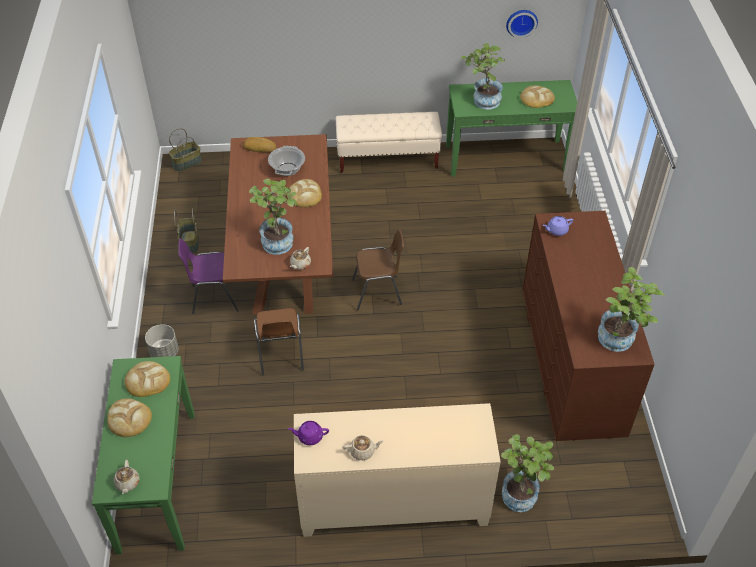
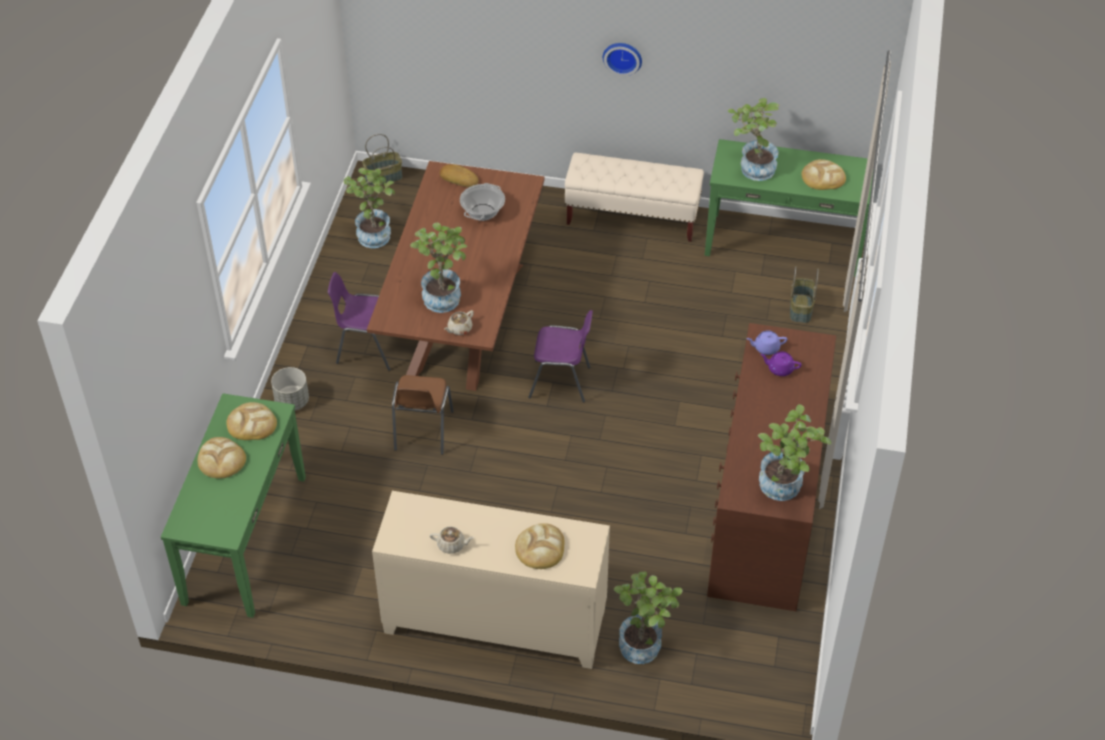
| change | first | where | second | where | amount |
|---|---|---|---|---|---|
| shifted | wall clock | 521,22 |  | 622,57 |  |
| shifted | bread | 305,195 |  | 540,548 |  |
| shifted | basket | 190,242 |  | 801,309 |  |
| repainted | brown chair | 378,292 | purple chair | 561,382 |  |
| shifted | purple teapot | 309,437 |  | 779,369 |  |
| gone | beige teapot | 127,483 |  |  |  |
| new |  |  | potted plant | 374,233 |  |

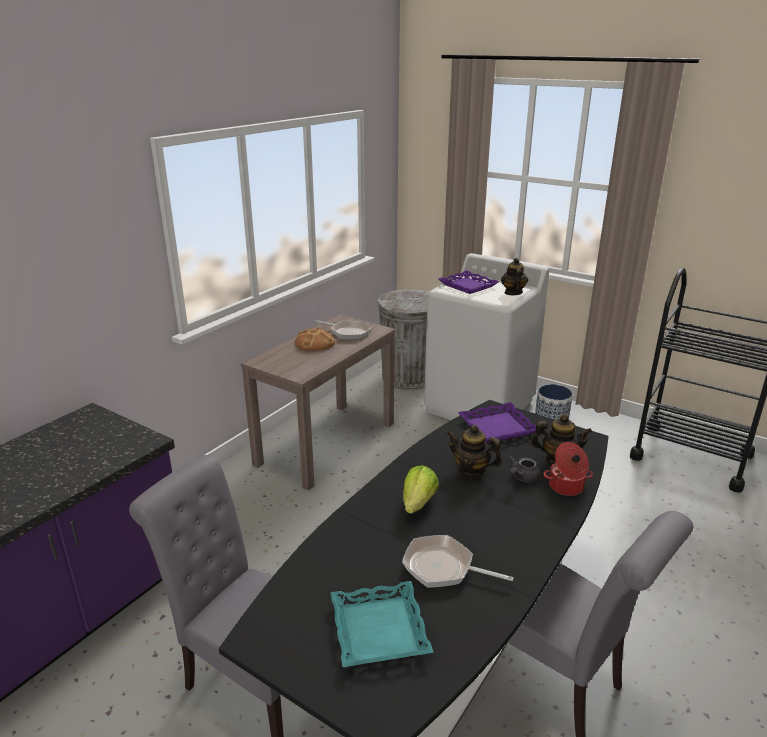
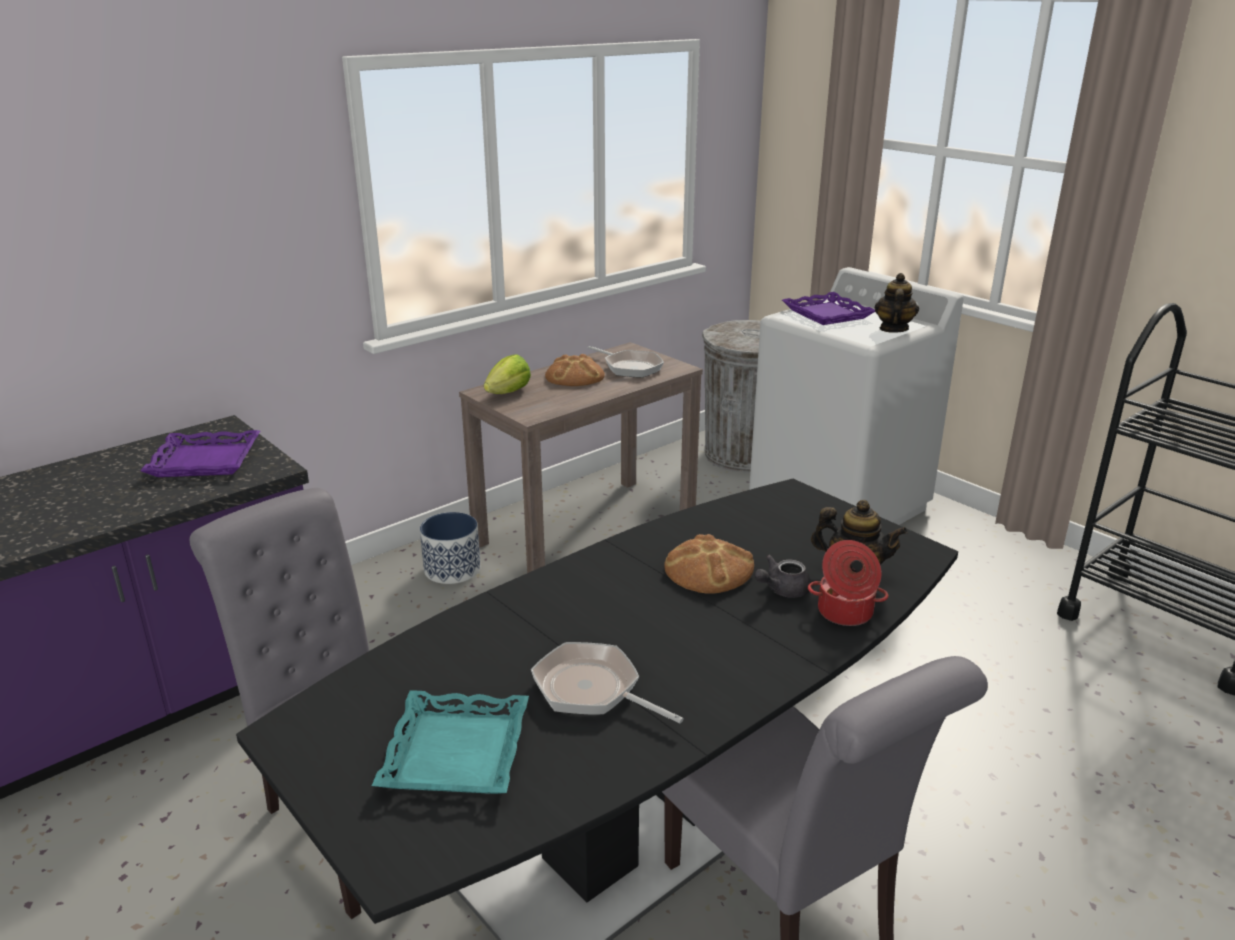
| change | first | where | second | where | amount |
|---|---|---|---|---|---|
| shifted | planter | 551,418 |  | 453,570 |  |
| shifted | purple tray | 497,427 |  | 205,460 |  |
| swapped | teapot | 471,471 | bread | 708,570 |  |
| shifted | lettuce | 418,503 |  | 508,392 |  |

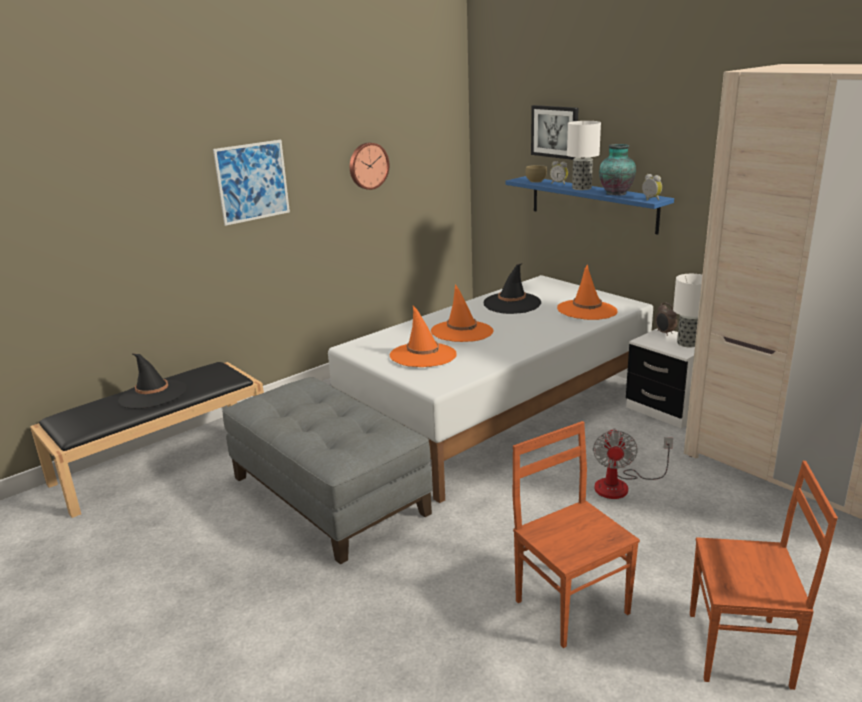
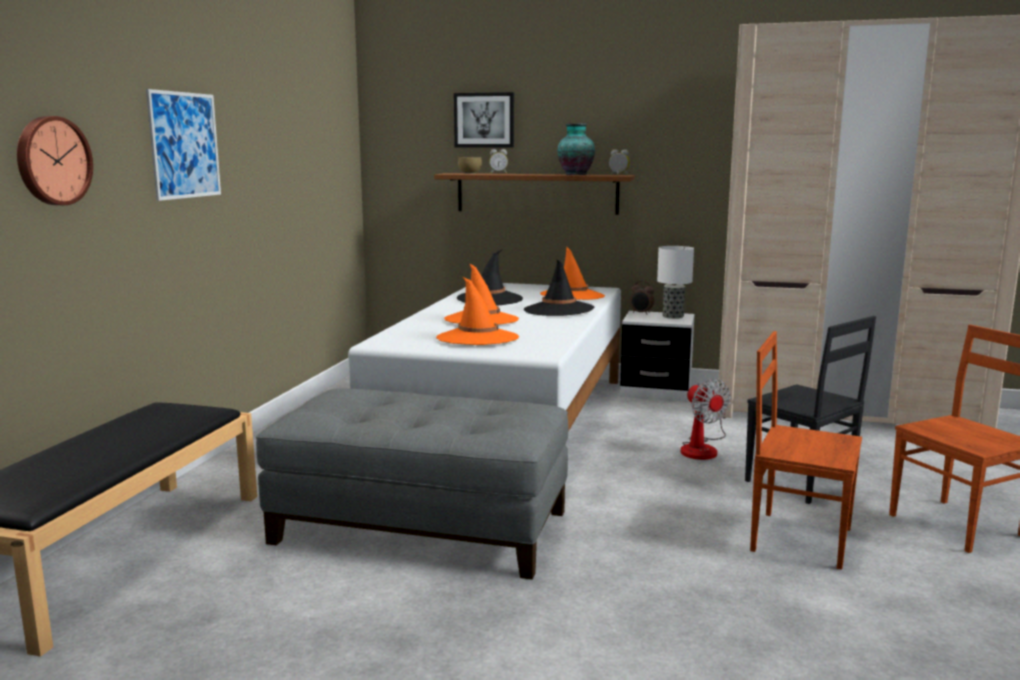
| change | first | where | second | where | amount |
|---|---|---|---|---|---|
| gone | table lamp | 581,188 |  |  |  |
| shifted | wall clock | 368,166 |  | 52,161 |  |
| repainted | blue shelf | 592,204 | brown shelf | 537,193 |  |
| shifted | black hat | 153,395 |  | 558,310 |  |
| new |  |  | black chair | 800,483 |  |

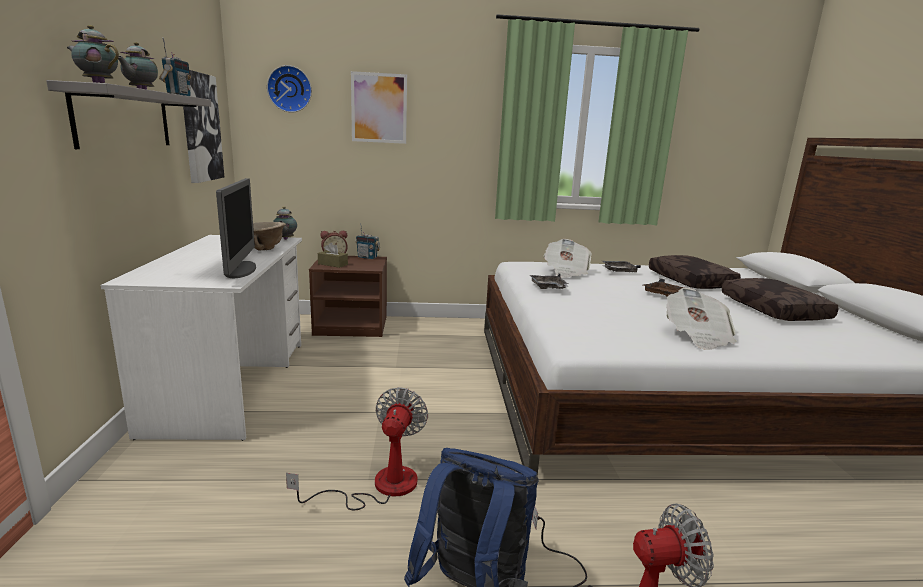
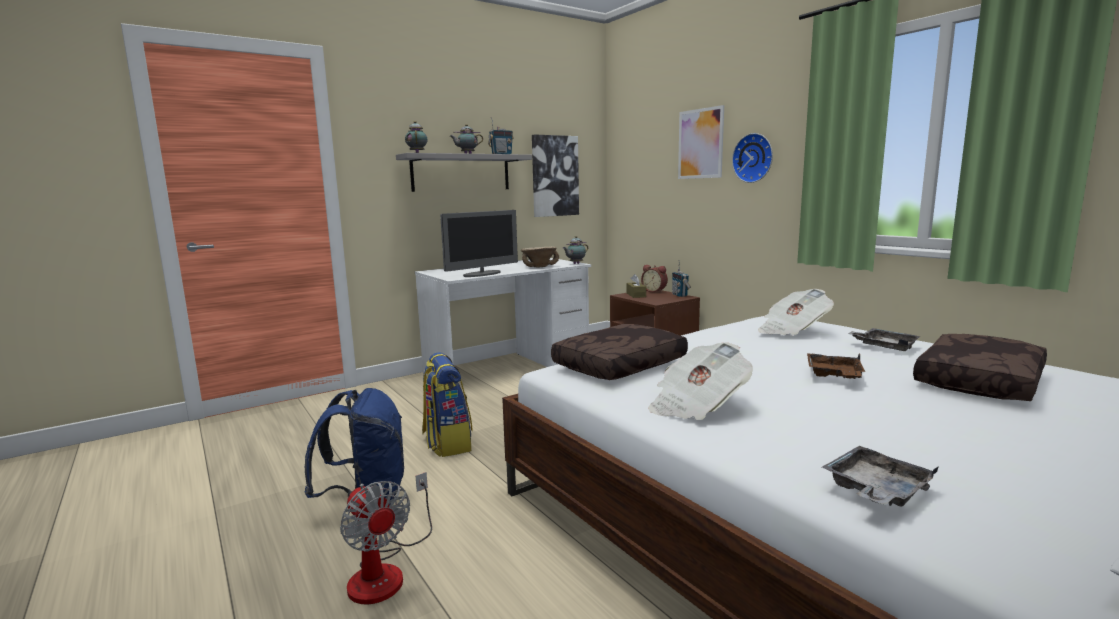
| change | first | where | second | where | amount |
|---|---|---|---|---|---|
| shifted | wall clock | 290,89 |  | 754,158 |  |
| shifted | grey tray | 548,288 |  | 876,490 |  |
| shifted | brown pillow | 775,310 |  | 620,366 |  |
| swapped | fan | 379,486 | backpack | 447,443 |  |

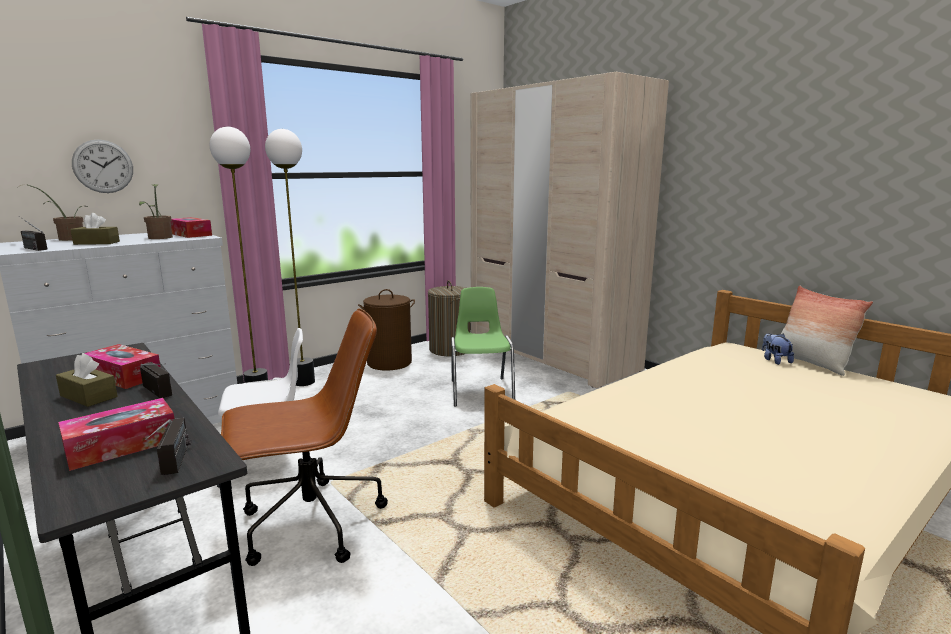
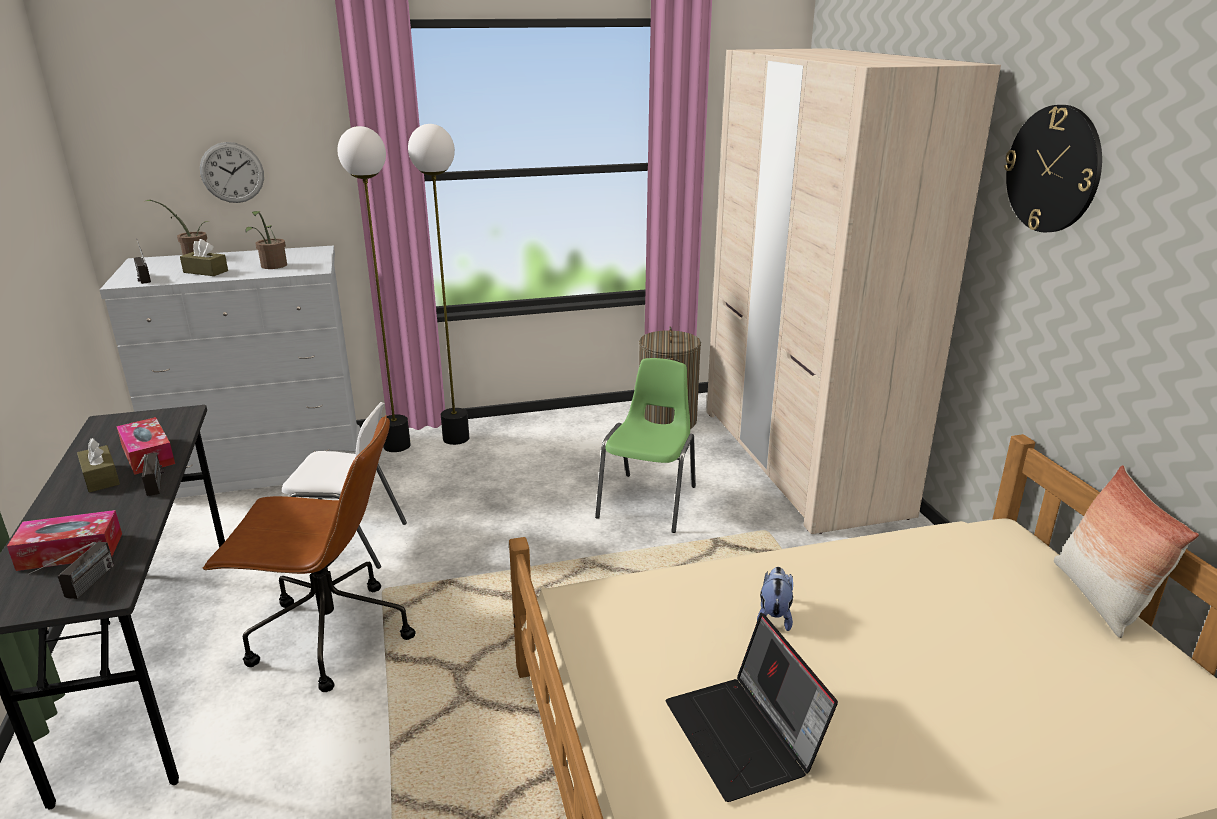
| change | first | where | second | where | amount |
|---|---|---|---|---|---|
| gone | tissue box | 190,234 |  |  |  |
| gone | brown laundry basket | 389,362 |  |  |  |
| shifted | plush toy | 775,360 |  | 774,616 |  |
| new |  |  | wall clock | 1053,169 |  |
| new |  |  | laptop | 745,737 |  |

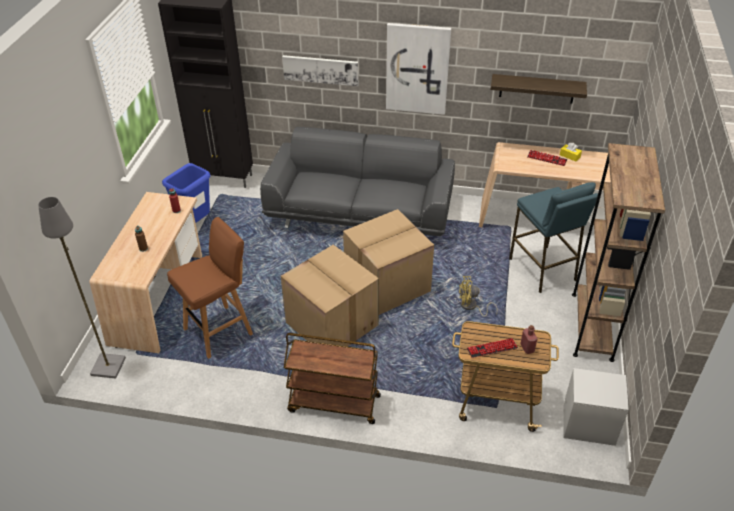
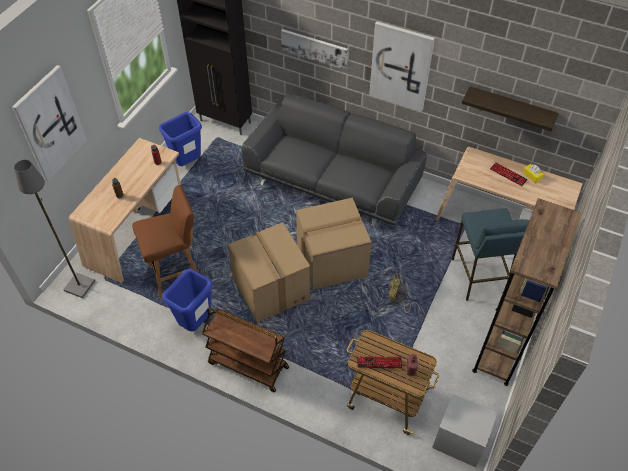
| change | first | where | second | where | amount |
|---|---|---|---|---|---|
| new |  |  | picture | 50,123 |  |
| new |  |  | blue trash can | 195,323 |  |

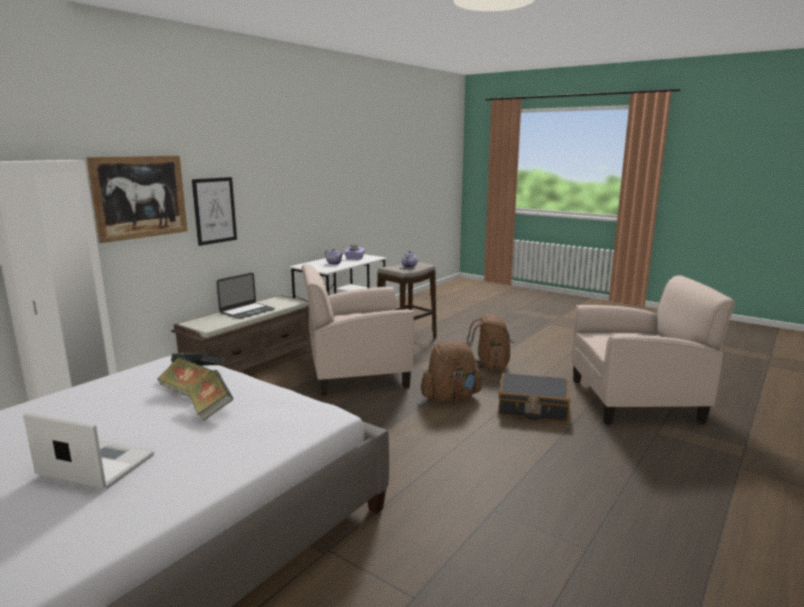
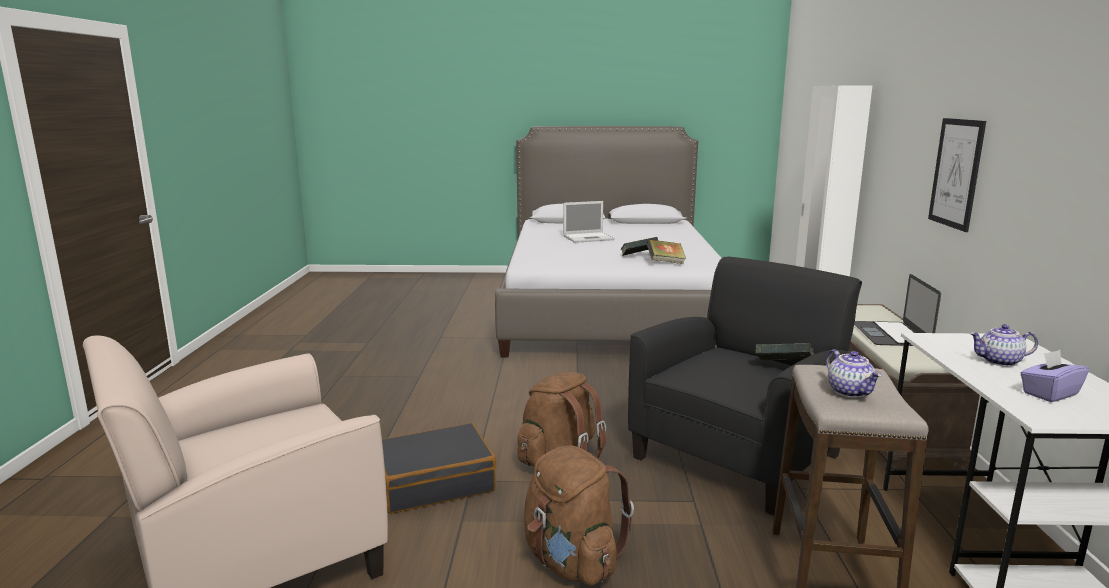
| change | first | where | second | where | amount |
|---|---|---|---|---|---|
| gone | picture | 140,197 |  |  |  |
| repainted | beige armchair | 357,373 | black armchair | 738,455 |  |
| shifted | book | 210,409 |  | 783,367 |  |

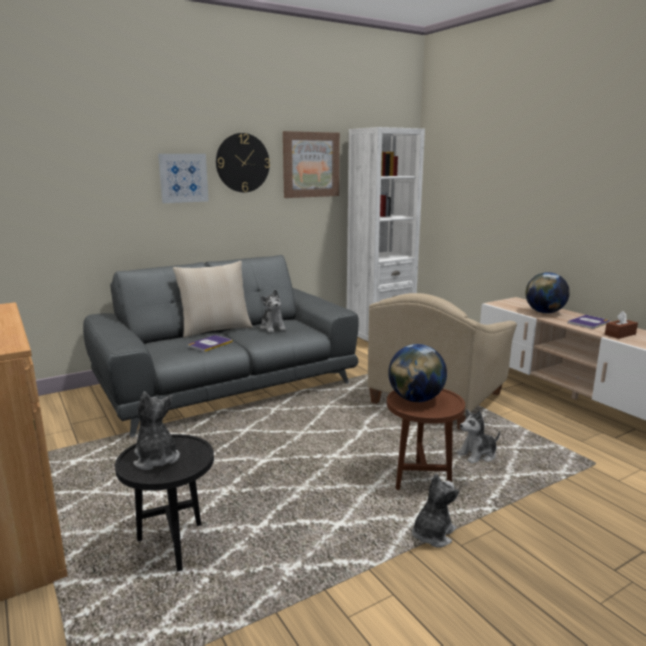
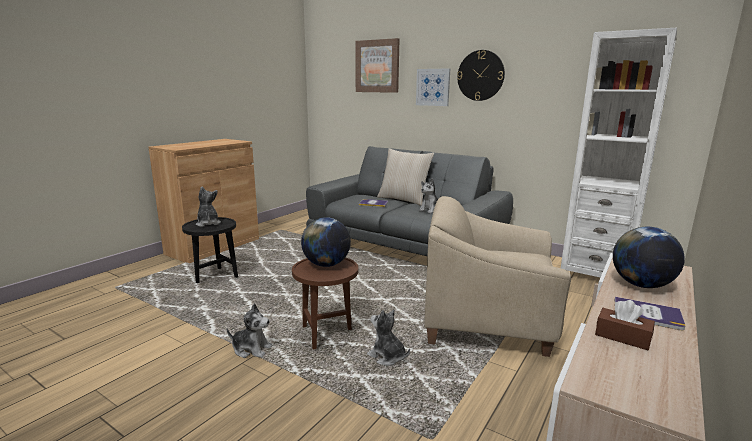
| change | first | where | second | where | amount |
|---|---|---|---|---|---|
| shifted | picture | 310,164 |  | 377,66 |  |
| rotated | plush toy | 156,459 |  | 208,223 | 60 degrees counterclockwise |

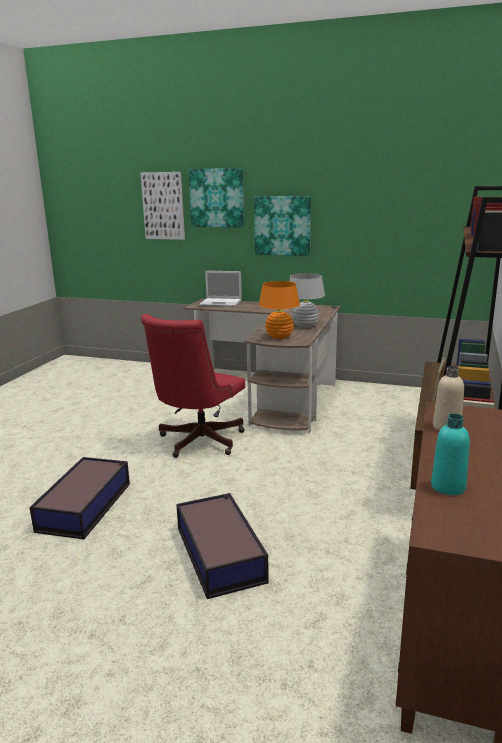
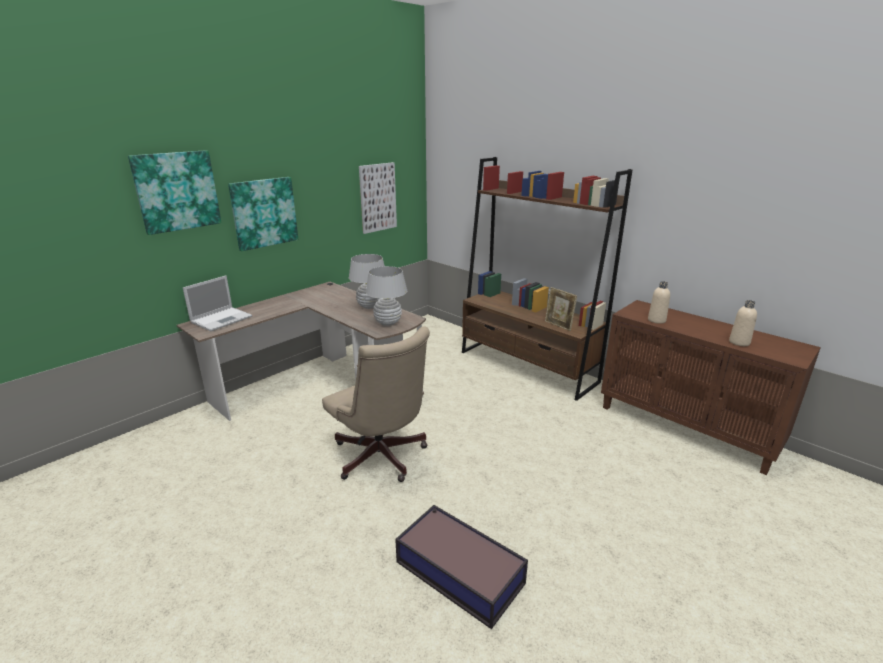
| change | first | where | second | where | amount |
|---|---|---|---|---|---|
| shifted | picture | 163,206 |  | 377,197 |  |
| repainted | orange table lamp | 279,337 | white table lamp | 388,322 |  |
| repainted | red office chair | 197,442 | beige office chair | 382,459 |  |
| repainted | turquoise bottle | 448,487 | beige bottle | 739,342 |  |
| gone | storage box | 220,553 |  |  |  |

